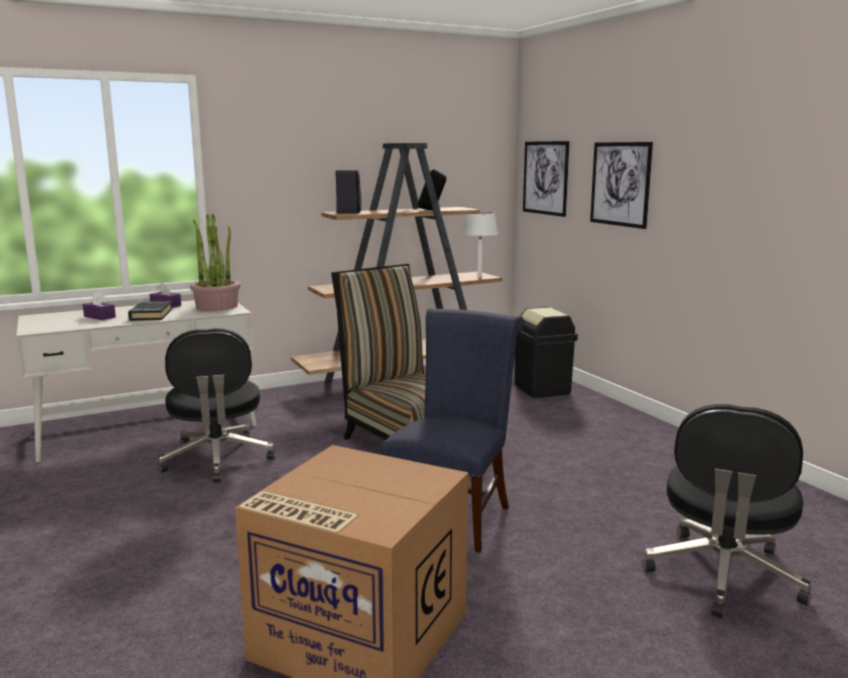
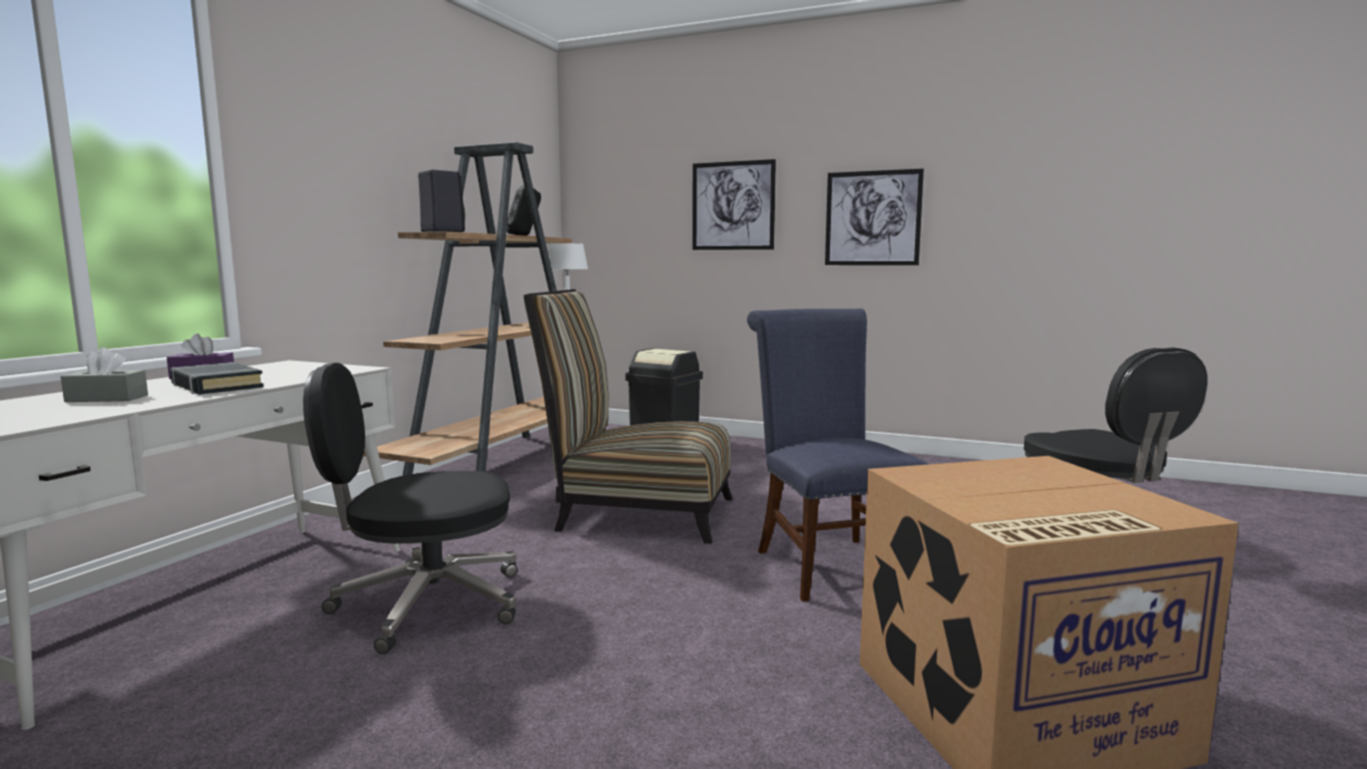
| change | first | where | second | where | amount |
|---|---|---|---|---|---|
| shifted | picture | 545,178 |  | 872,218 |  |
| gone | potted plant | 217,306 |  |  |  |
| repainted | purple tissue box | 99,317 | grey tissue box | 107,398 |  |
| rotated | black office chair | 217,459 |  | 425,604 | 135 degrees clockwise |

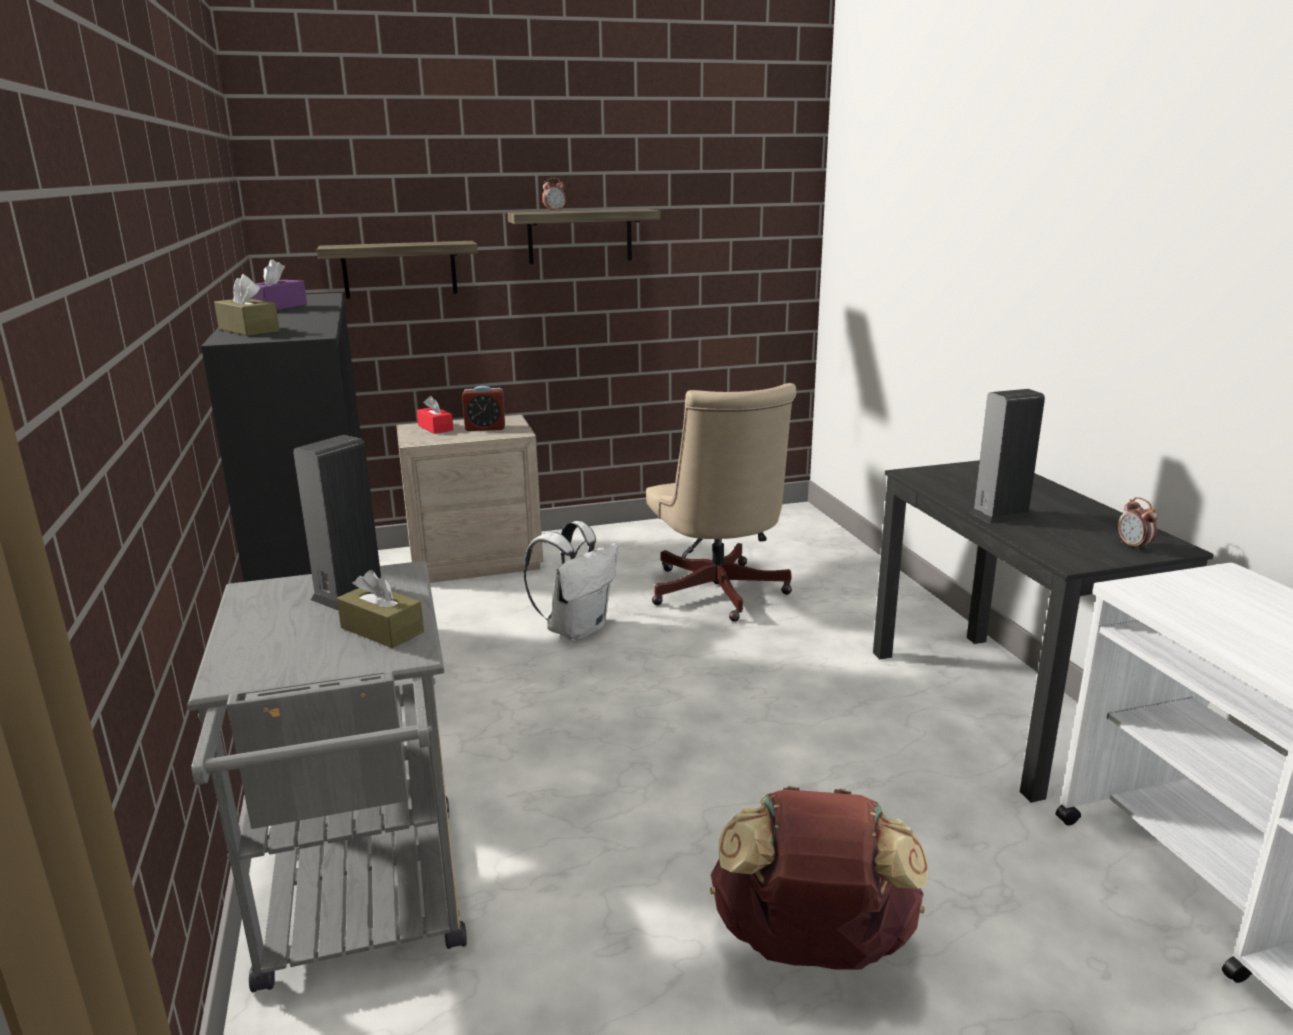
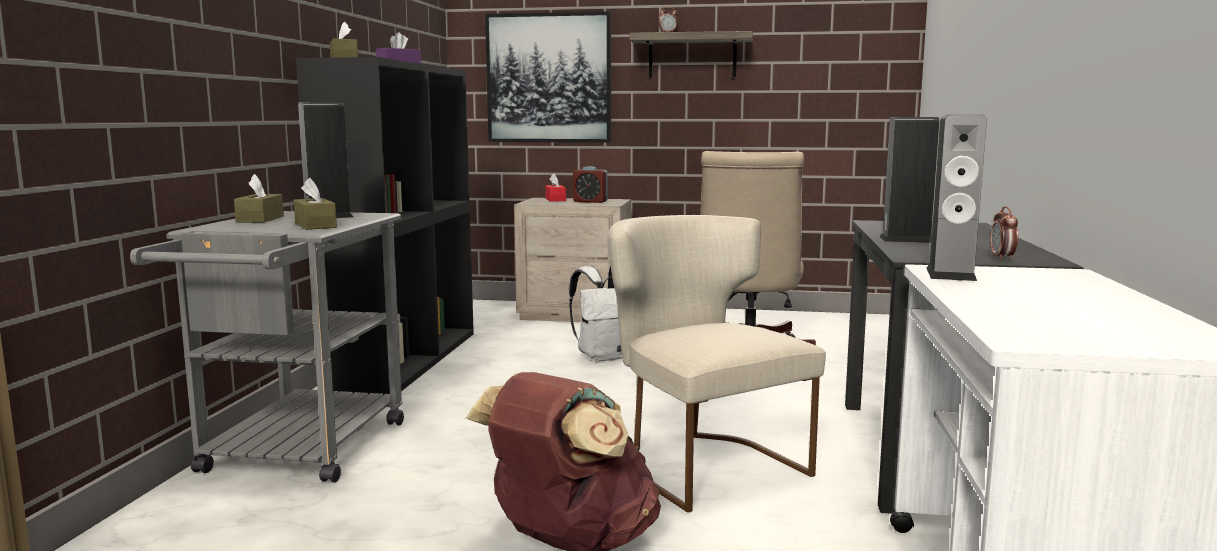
| change | first | where | second | where | amount |
|---|---|---|---|---|---|
| swapped | shelf | 399,269 | picture | 549,78 |  |
| new |  |  | speaker | 950,274 |  |
| new |  |  | brown tissue box | 260,219 |  |
| new |  |  | beige chair | 701,463 |  |

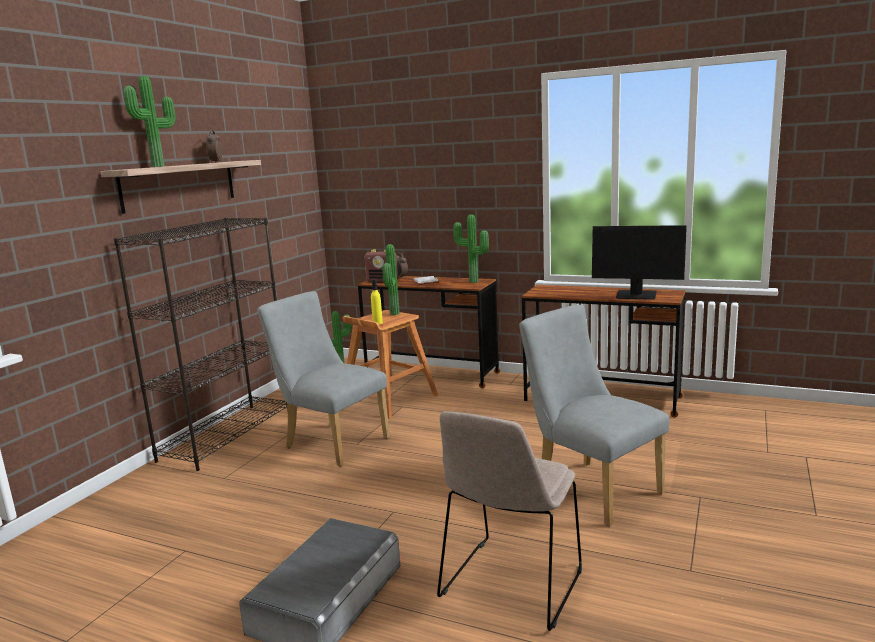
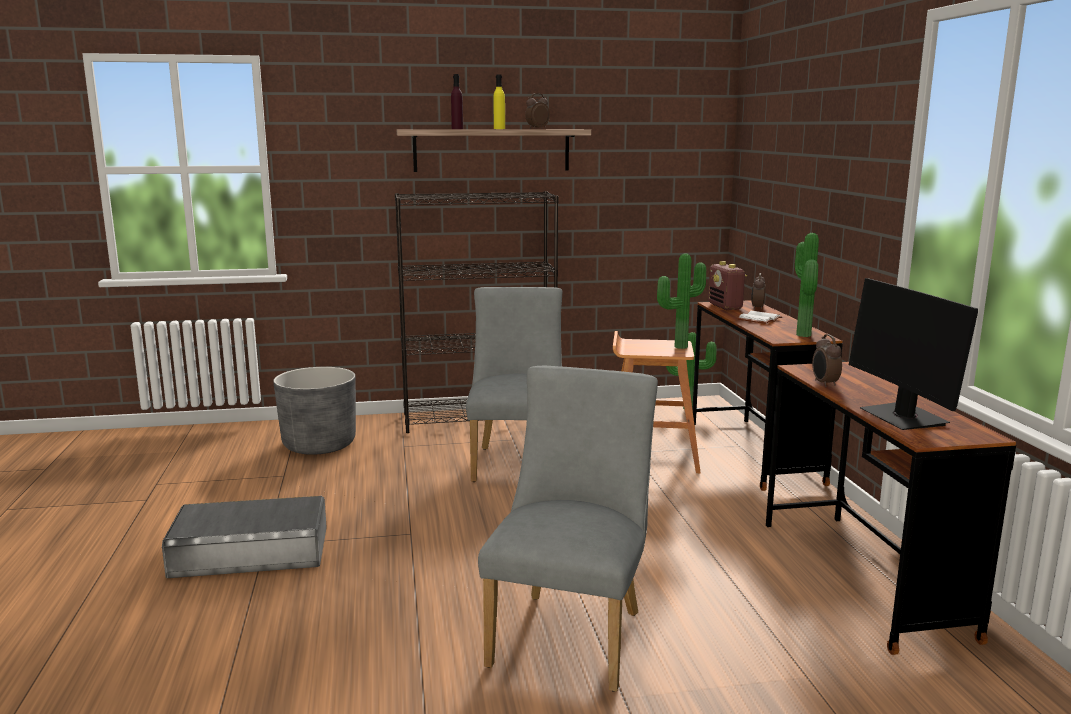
| change | first | where | second | where | amount |
|---|---|---|---|---|---|
| swapped | potted plant | 160,166 | purple bottle | 457,129 |  |
| shifted | yellow bottle | 377,323 |  | 499,129 |  |
| gone | beige chair | 510,586 |  |  |  |
| new |  |  | alarm clock | 824,384 |  |
| new |  |  | grey planter | 319,444 |  |

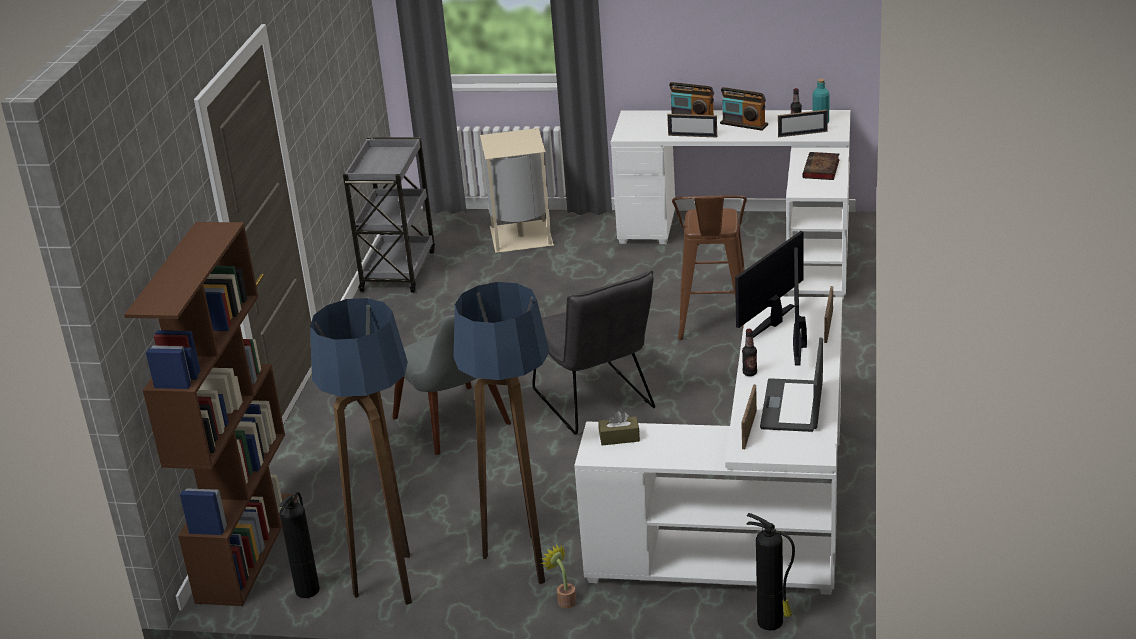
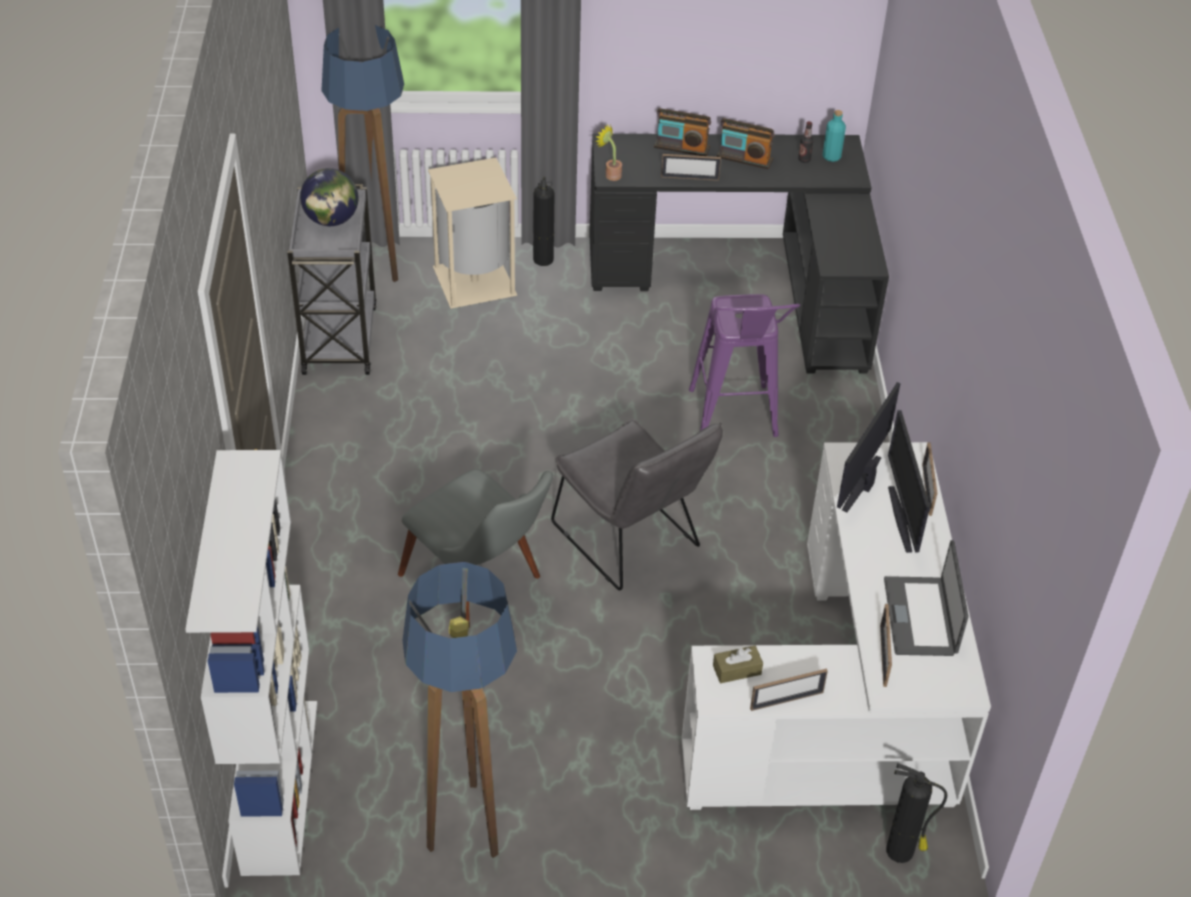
| change | first | where | second | where | amount |
|---|---|---|---|---|---|
| repainted | white desk | 755,240 | black desk | 748,283 |  |
| shifted | picture frame | 802,134 |  | 786,700 |  |
| gone | book | 821,170 |  |  |  |
| repainted | brown stool | 713,328 | purple stool | 734,421 |  |
| repainted | brown bookcase | 247,547 | white bookcase | 279,785 |  |
| shifted | floor lamp | 524,562 |  | 377,264 |  |
| gone | bottle | 749,373 |  |  |  |
| shifted | fire extinguisher | 308,589 |  | 543,259 |  |
| shifted | potted plant | 564,600 |  | 610,174 |  |
| new |  |  | globe | 331,220 |  |

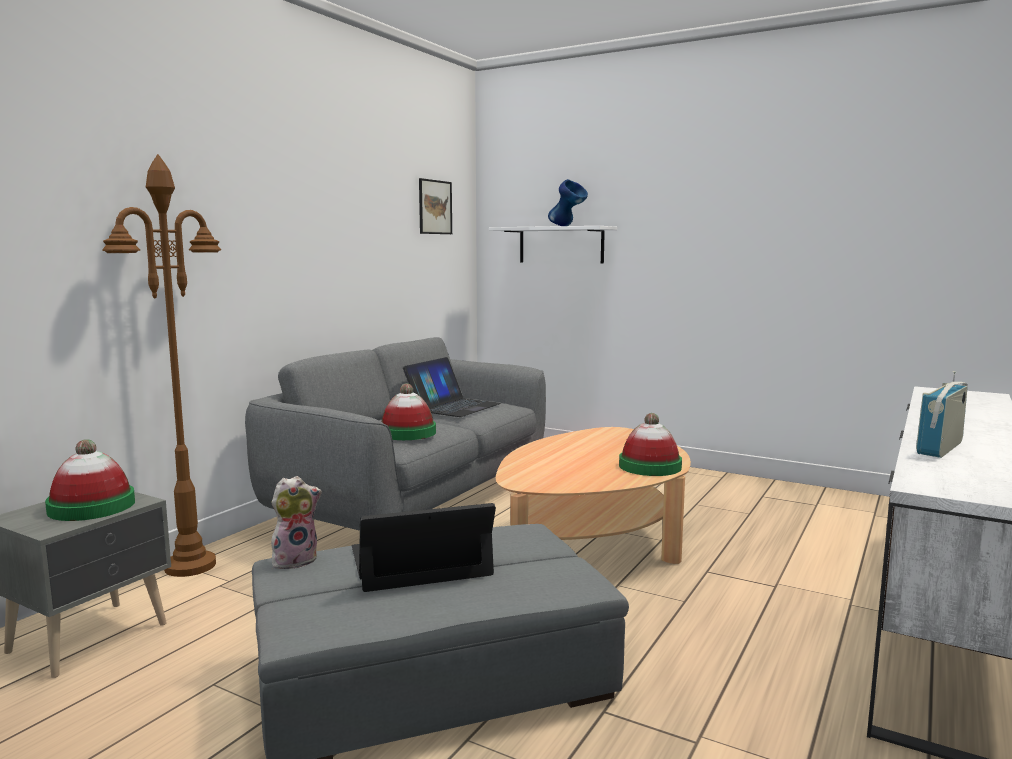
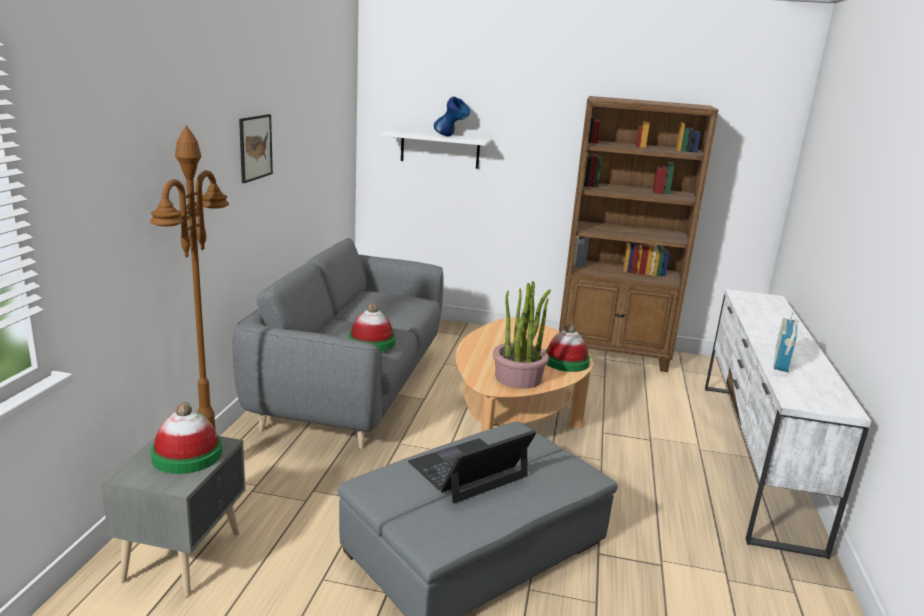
| change | first | where | second | where | amount |
|---|---|---|---|---|---|
| shifted | picture | 435,207 |  | 255,147 |  |
| gone | laptop | 453,406 |  |  |  |
| gone | plush toy | 295,560 |  |  |  |
| new |  |  | brown bookcase | 613,354 |  |
| new |  |  | potted plant | 518,378 |  |

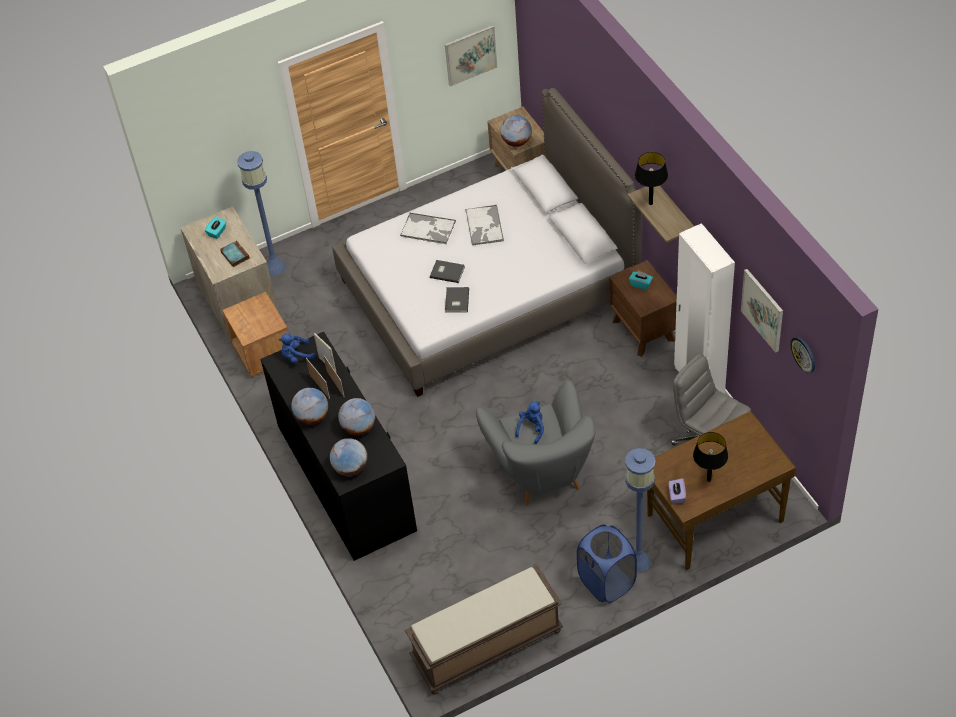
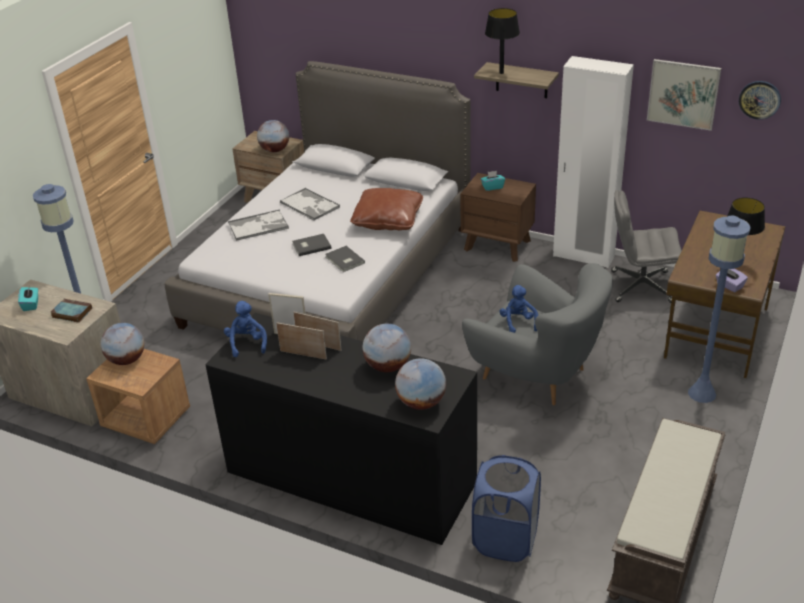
| change | first | where | second | where | amount |
|---|---|---|---|---|---|
| gone | picture | 470,55 |  |  |  |
| rotated | blue plush toy | 296,356 |  | 247,343 | 135 degrees clockwise |
| shifted | globe | 312,417 |  | 126,360 |  |
| shifted | blue laundry basket | 607,582 |  | 505,539 |  |
| new |  |  | brown pillow | 387,220 |  |

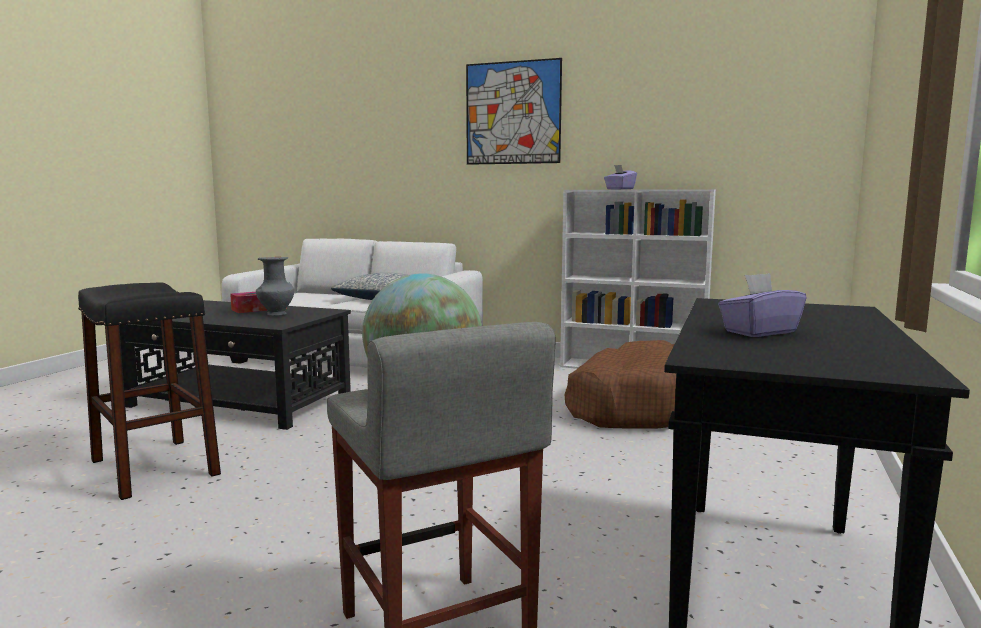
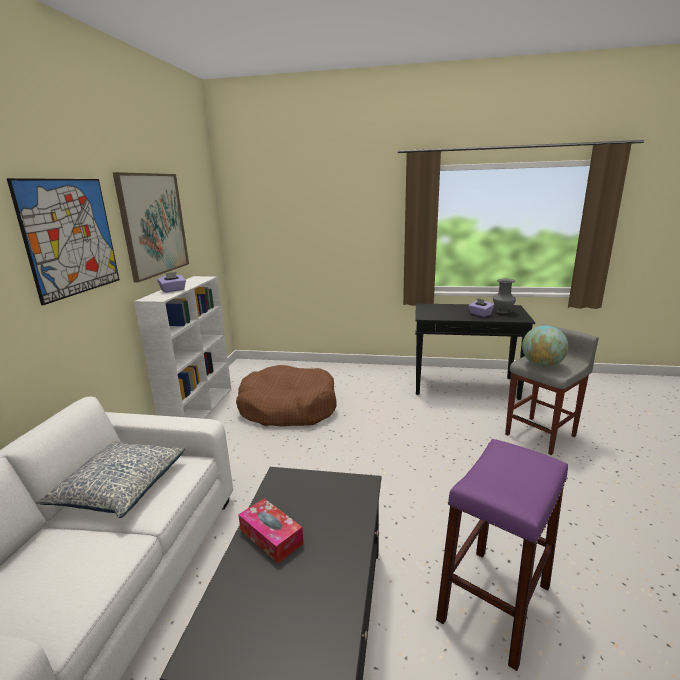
| change | first | where | second | where | amount |
|---|---|---|---|---|---|
| shifted | grey vase | 276,314 |  | 503,312 |  |
| repainted | black stool | 154,467 | purple stool | 495,602 |  |
| new |  |  | picture | 154,224 |  |

